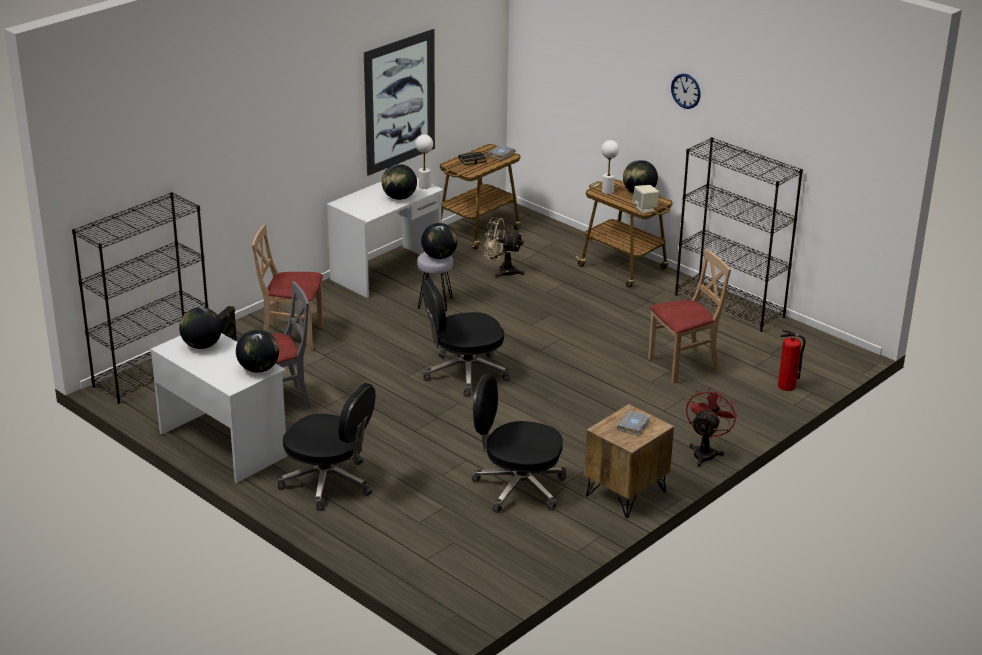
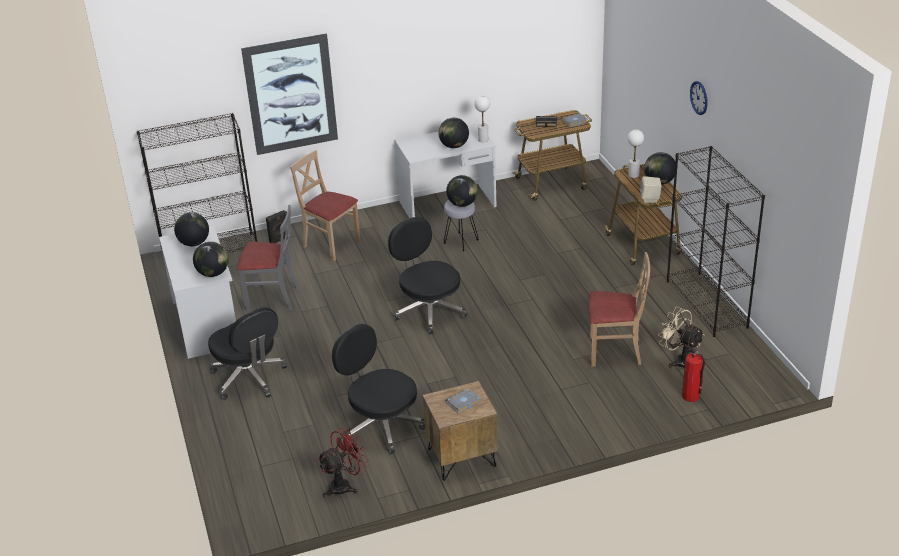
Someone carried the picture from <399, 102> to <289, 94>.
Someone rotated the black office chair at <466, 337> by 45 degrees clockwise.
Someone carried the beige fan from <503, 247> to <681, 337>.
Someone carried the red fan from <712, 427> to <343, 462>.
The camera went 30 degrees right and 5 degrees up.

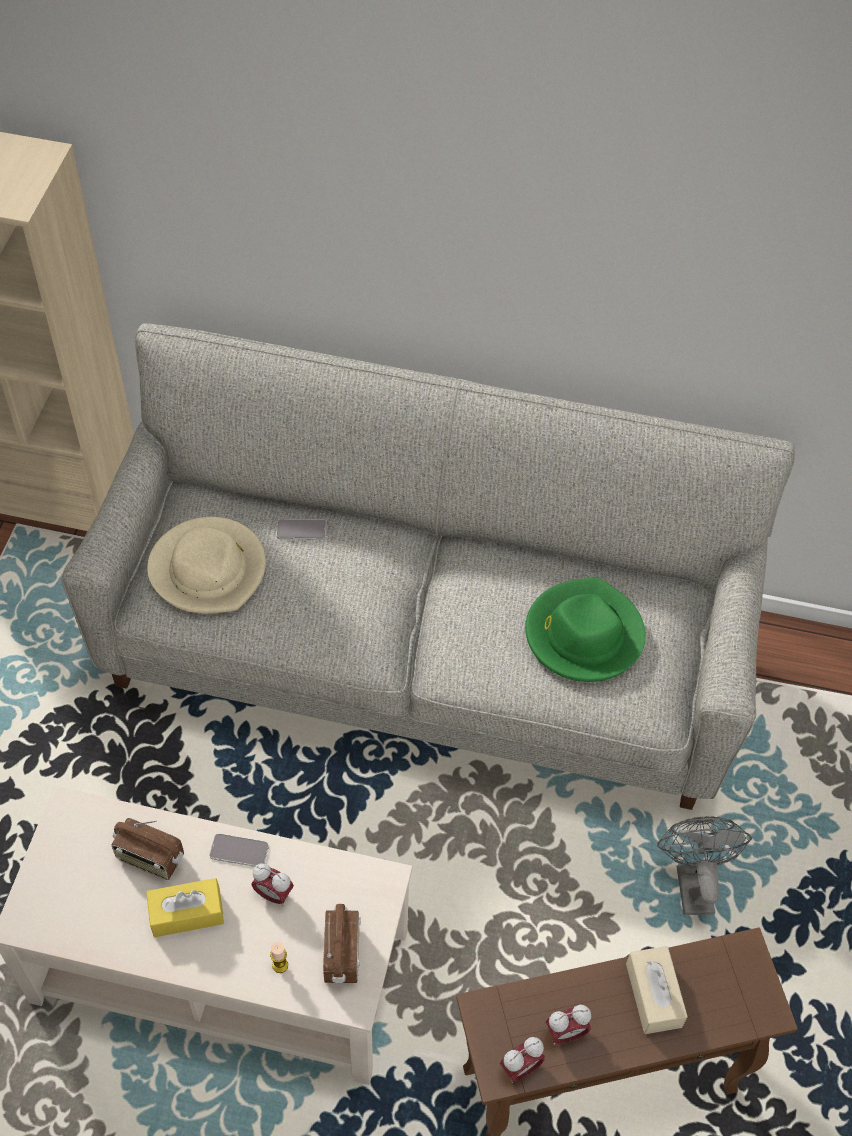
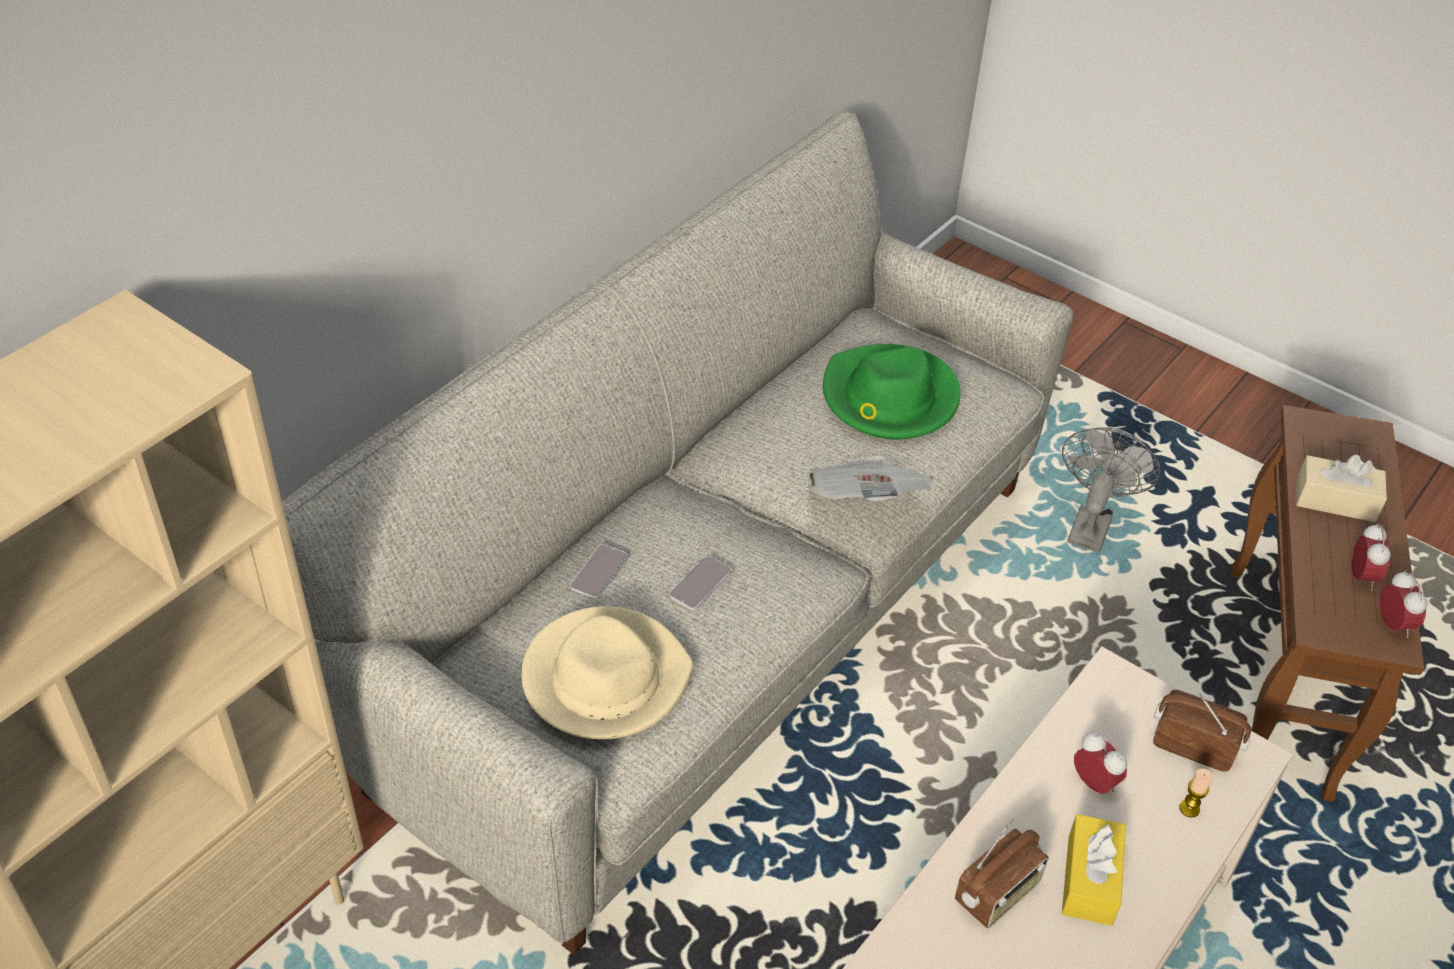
Someone carried the phone from <239, 850> to <700, 583>.
Someone rotated the alarm clock at <272, 884> by 90 degrees counterclockwise.
Someone rotated the grey fan at <704, 865> by 90 degrees clockwise.
Someone put down the newspaper at <870, 479>.
The camera went 65 degrees left and 10 degrees down.

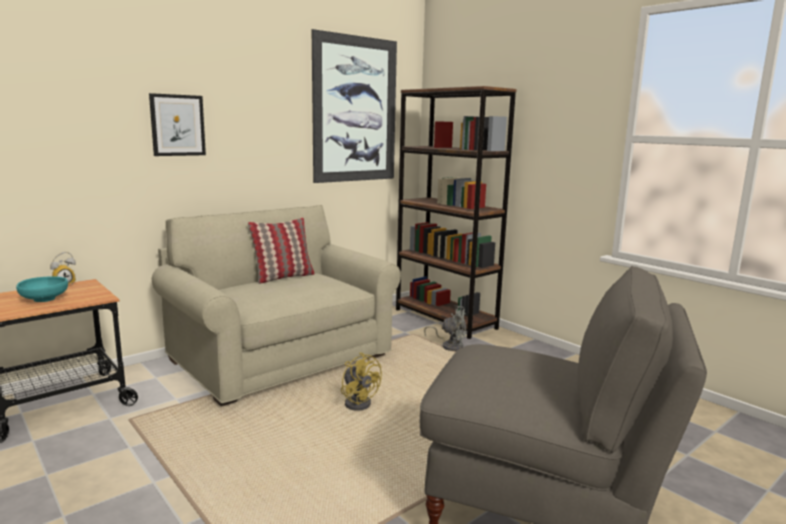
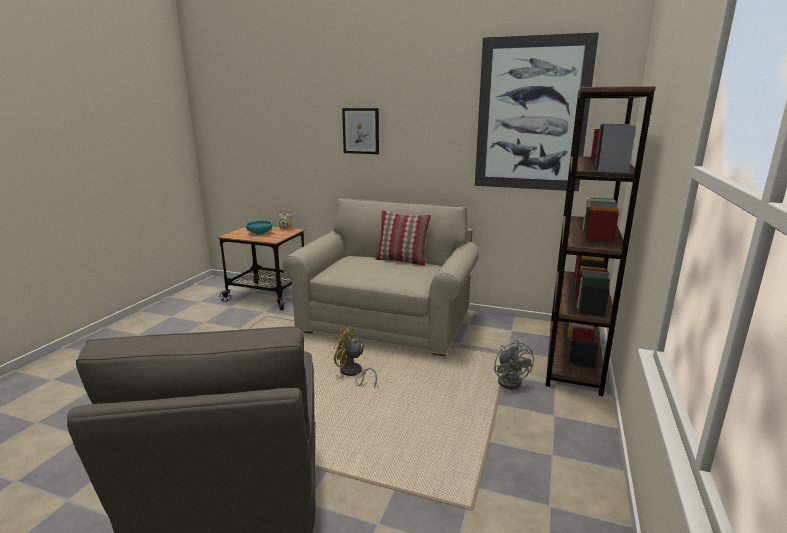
Someone rotated the yellow fan at <361, 381> by 90 degrees clockwise.
The camera went 60 degrees right and 5 degrees up.

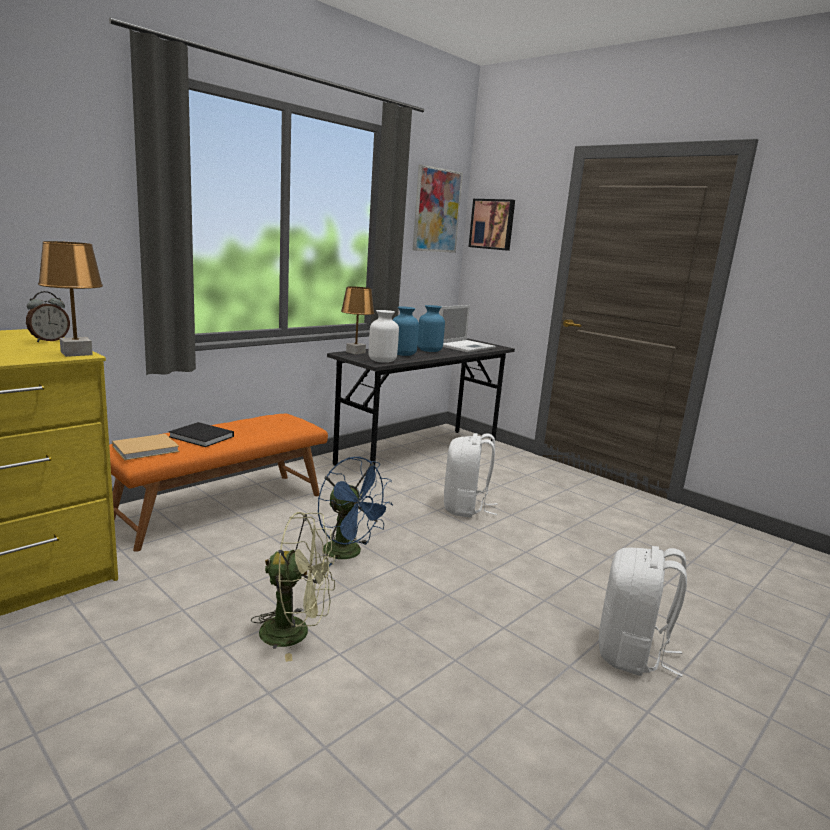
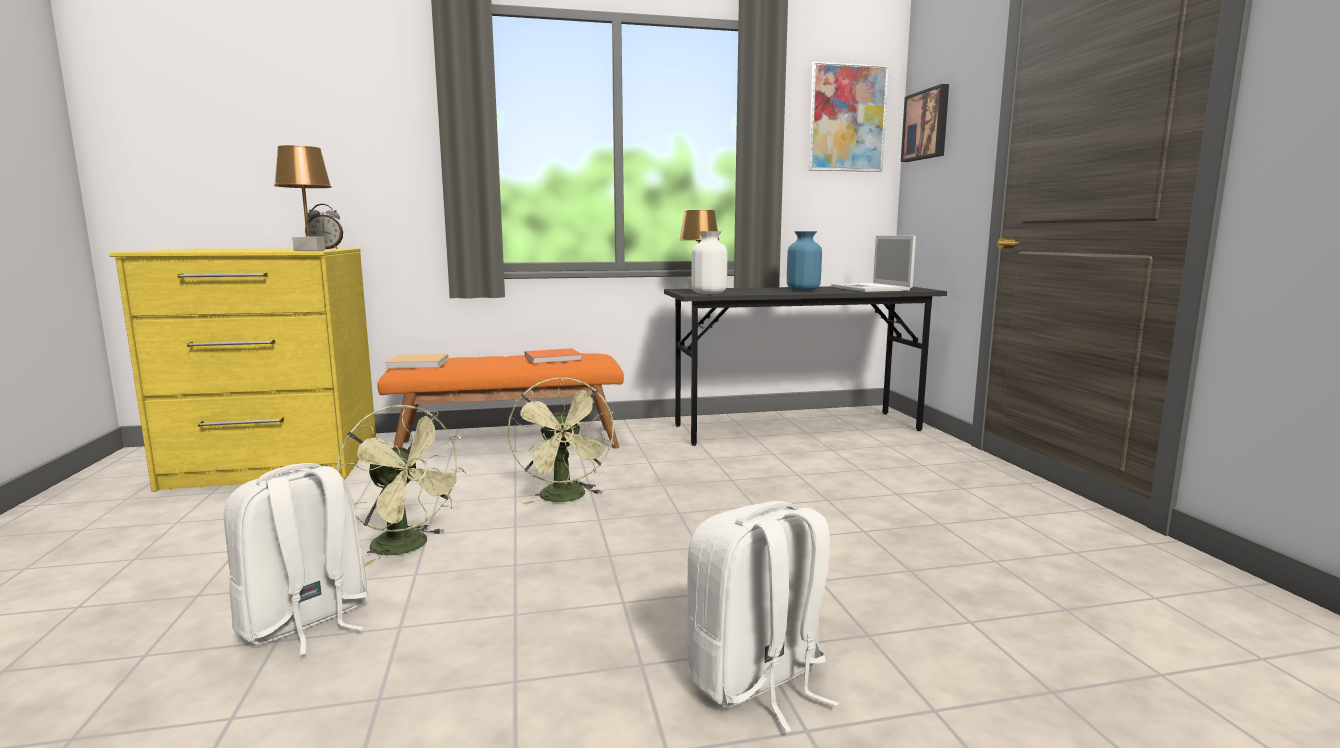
Someone took away the black book at <201, 434>.
Someone repainted the blue fan at <355, 512>, which became the green fan at <560, 441>.
Someone took away the blue vase at <406, 331>.
Someone rotated the laptop at <468, 328> by 90 degrees clockwise.
Someone carried the white backpack from <471, 475> to <296, 559>.
Someone put down the orange book at <553, 356>.
The camera went 35 degrees right and 5 degrees down.

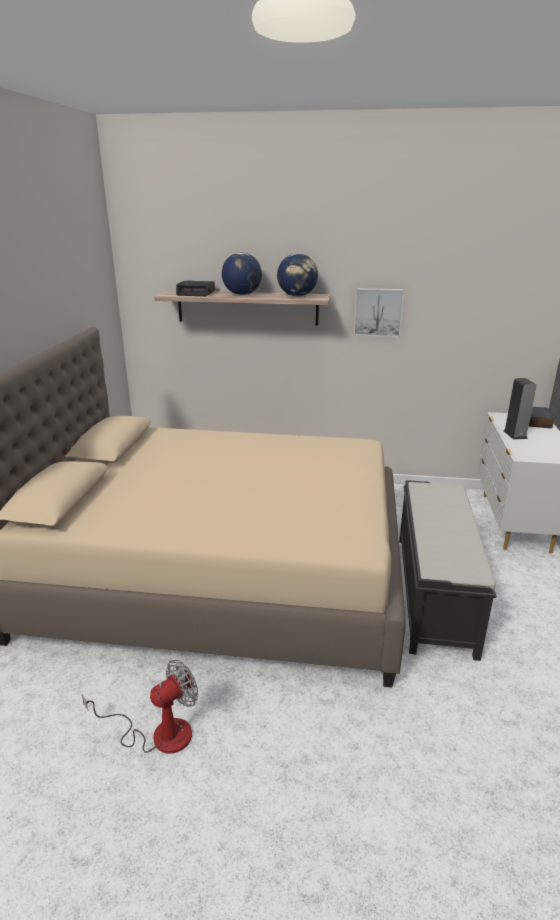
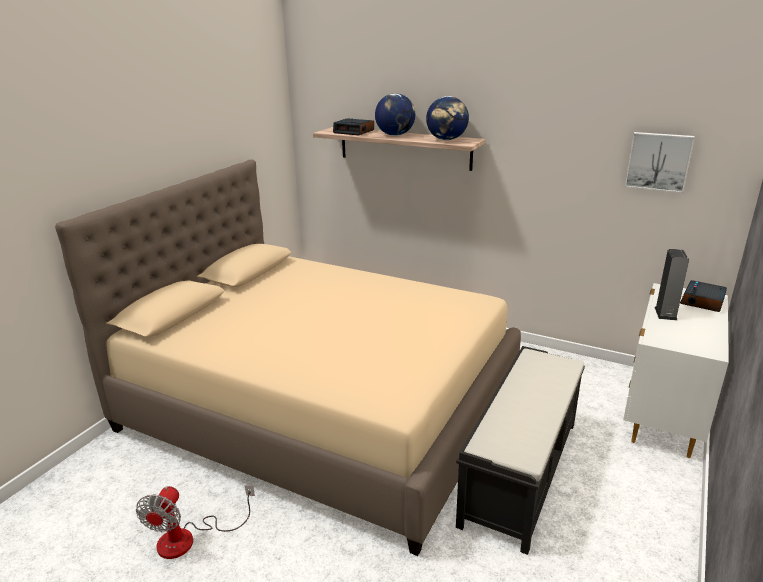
Someone rotated the fan at <140, 707> by 120 degrees clockwise.
Someone carried the picture from <379, 312> to <660, 162>.
The camera went 20 degrees right and 0 degrees up.

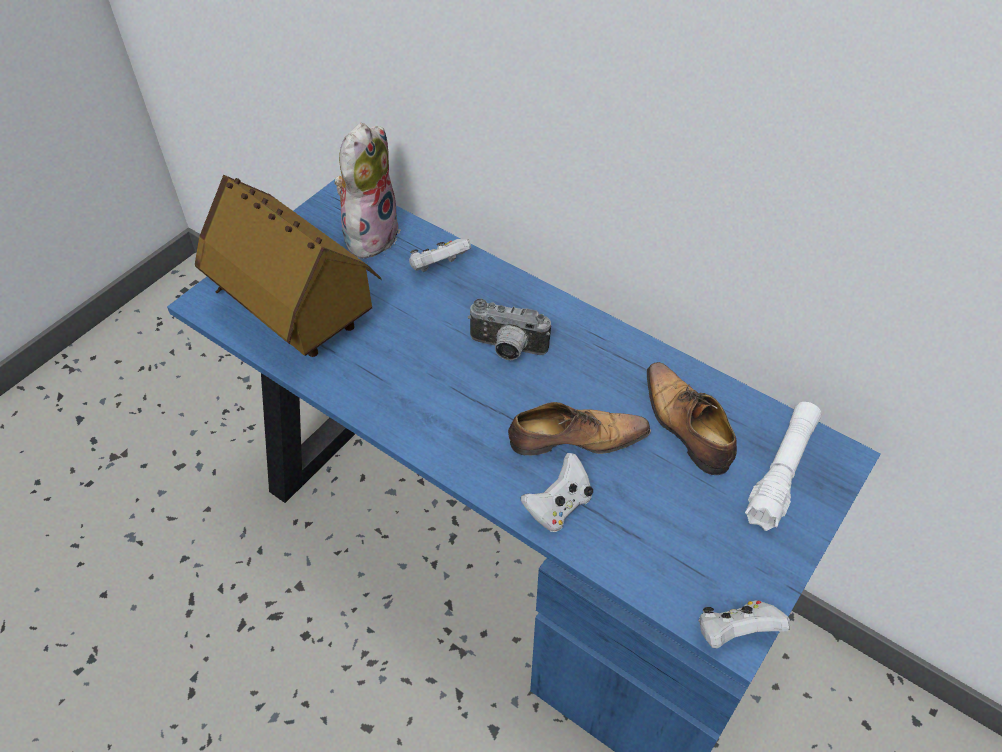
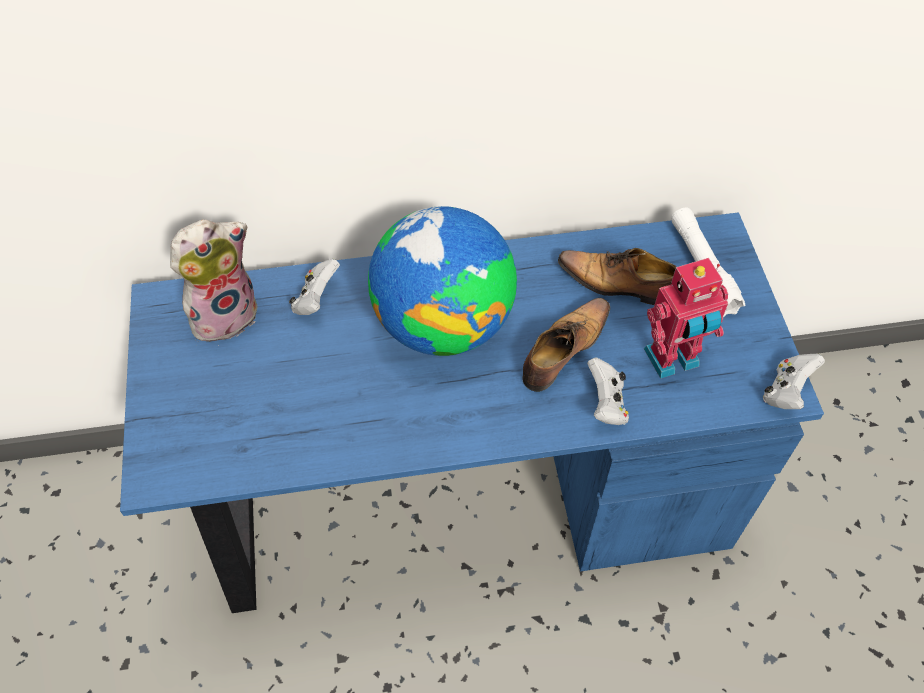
Someone took away the toy house at <288, 266>.
Someone rotated the plush toy at <367, 191> by 75 degrees clockwise.
Someone swapped the photo camera at <509, 329> for the globe at <442, 281>.
Someone put down the toy robot at <685, 318>.
The camera went 45 degrees left and 5 degrees up.

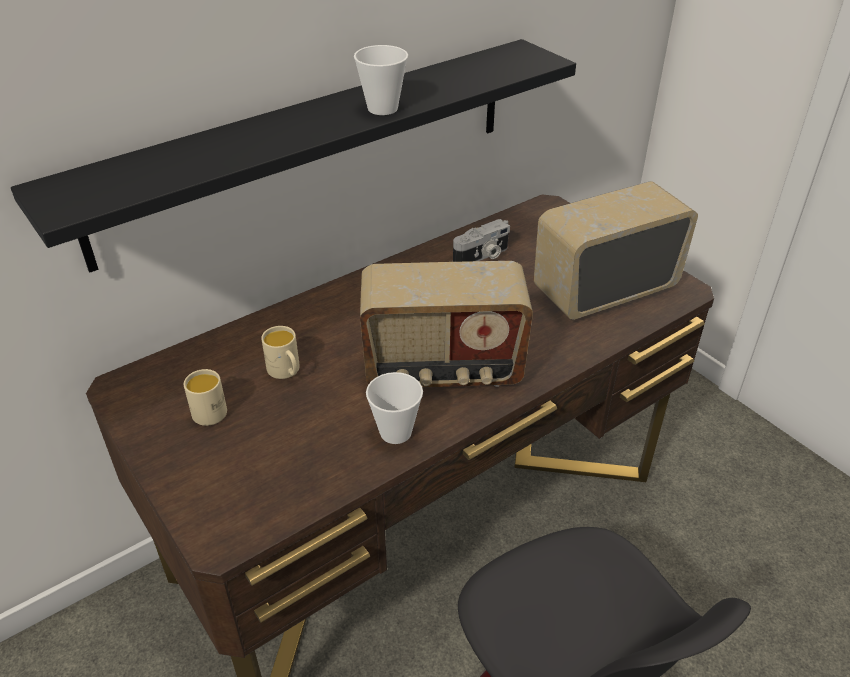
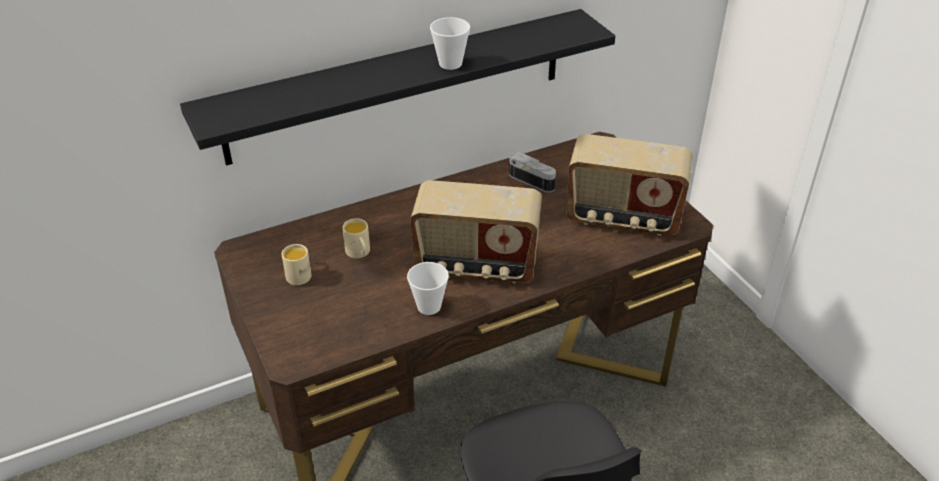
Someone rotated the photo camera at <481, 240> by 120 degrees counterclockwise.
Someone rotated the radio at <615, 250> by 150 degrees counterclockwise.
The camera went 10 degrees right and 0 degrees up.

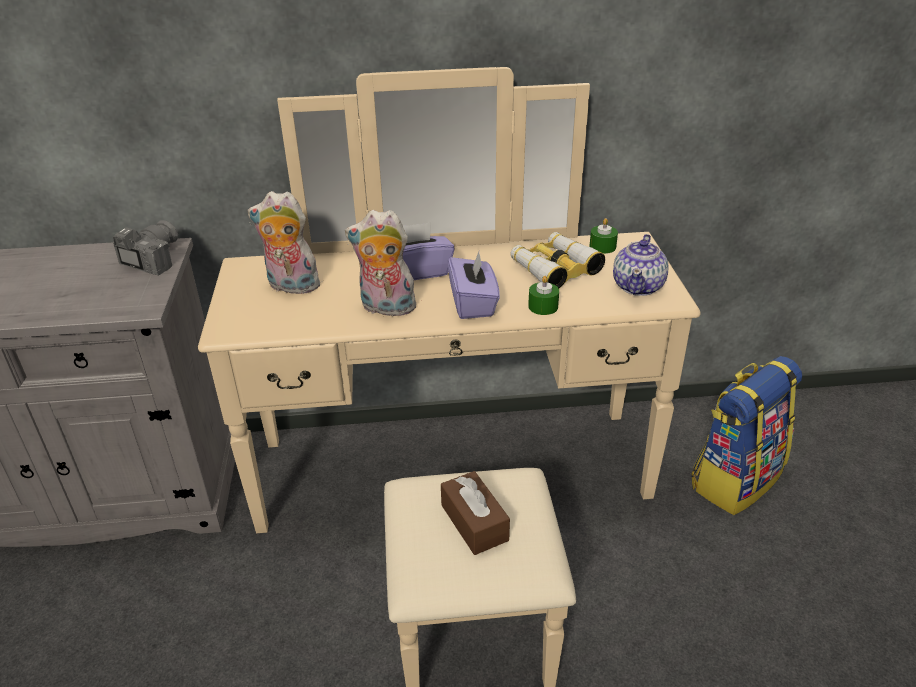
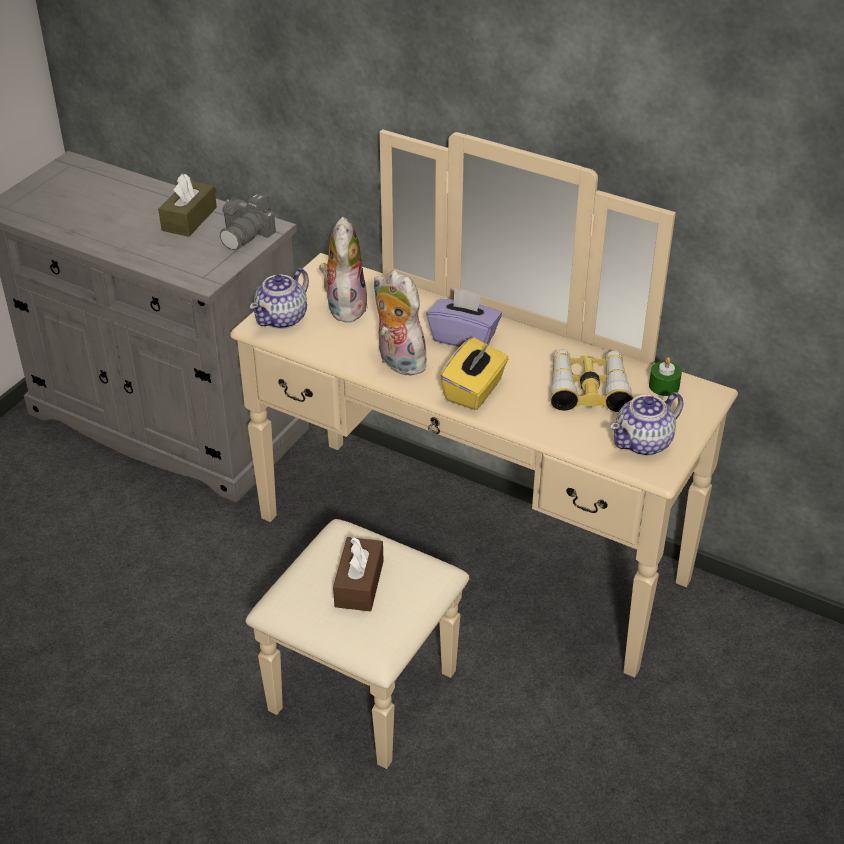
Someone rotated the photo camera at <145, 248> by 150 degrees clockwise.
Someone rotated the plush toy at <283, 244> by 45 degrees clockwise.
Someone repainted the purple tissue box at <474, 285>, which became the yellow tissue box at <474, 373>.
Someone took away the green candle at <543, 295>.
Someone took away the backpack at <746, 435>.
Someone put down the brown tissue box at <187, 205>.
Someone put down the teapot at <279, 298>.
The camera went 35 degrees right and 5 degrees up.

